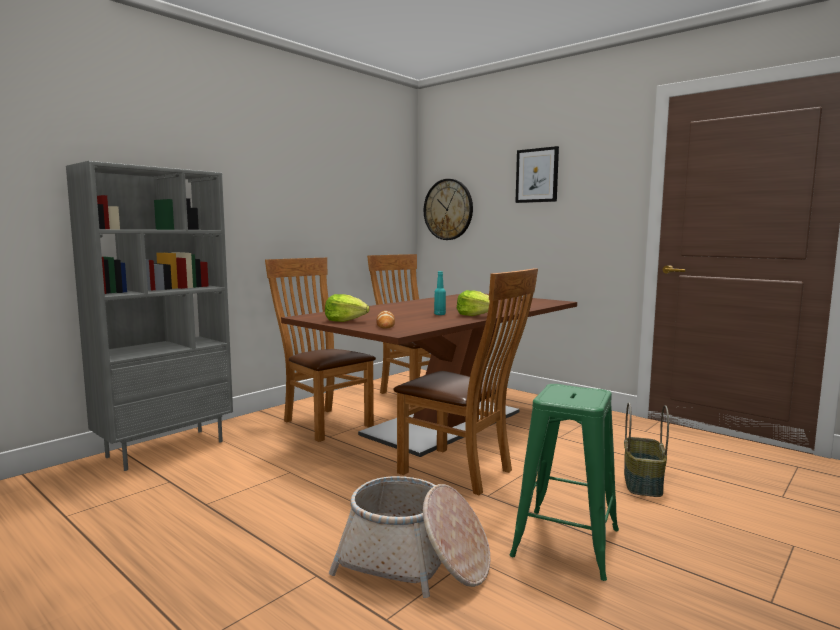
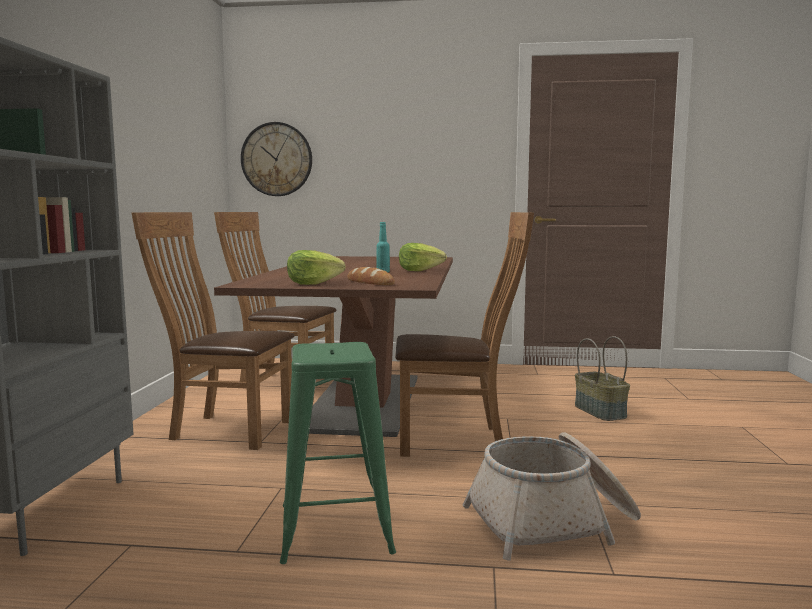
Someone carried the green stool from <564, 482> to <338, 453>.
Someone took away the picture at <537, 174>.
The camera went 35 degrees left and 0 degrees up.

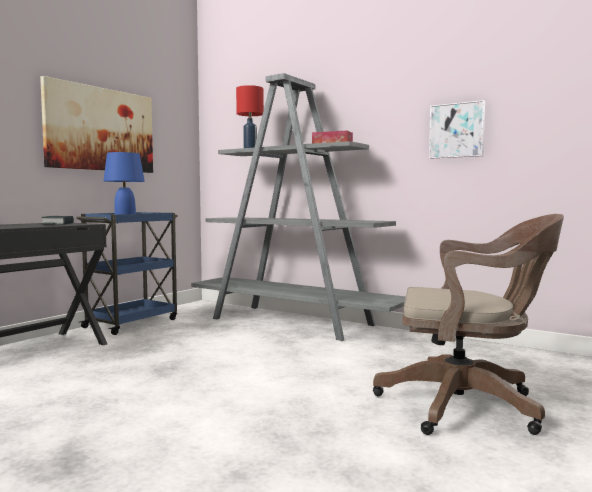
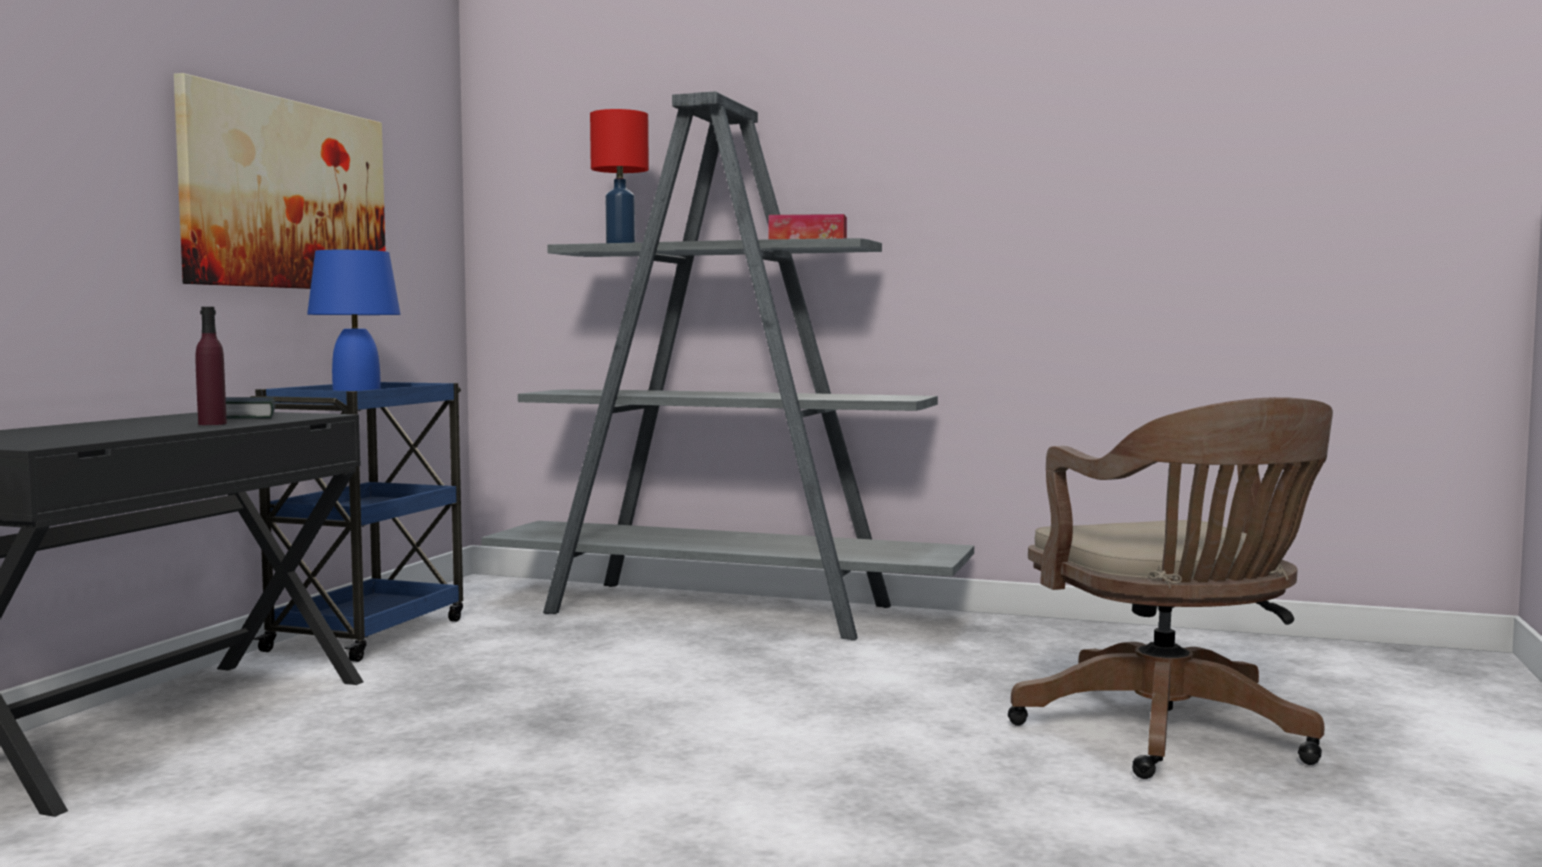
Someone rotated the brown office chair at <468, 324> by 75 degrees clockwise.
Someone took away the picture at <457, 129>.
Someone put down the purple bottle at <211, 366>.
The camera went 15 degrees left and 0 degrees up.

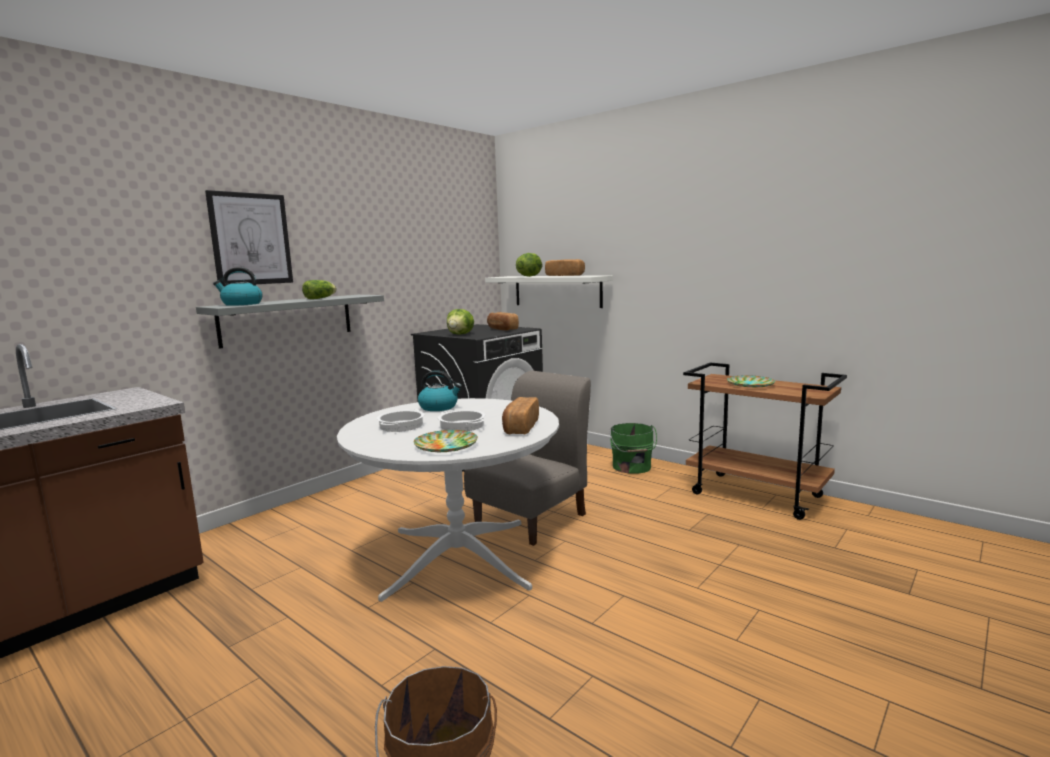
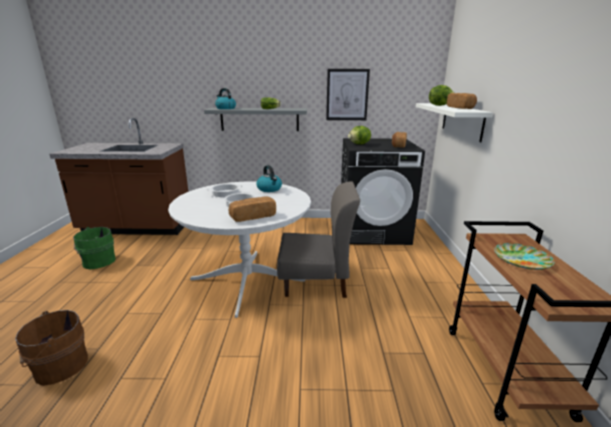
Someone carried the picture from <249, 238> to <348, 94>.
Someone took away the plate at <446, 441>.
Someone carried the green bucket from <633, 448> to <94, 248>.
The camera went 50 degrees right and 10 degrees up.

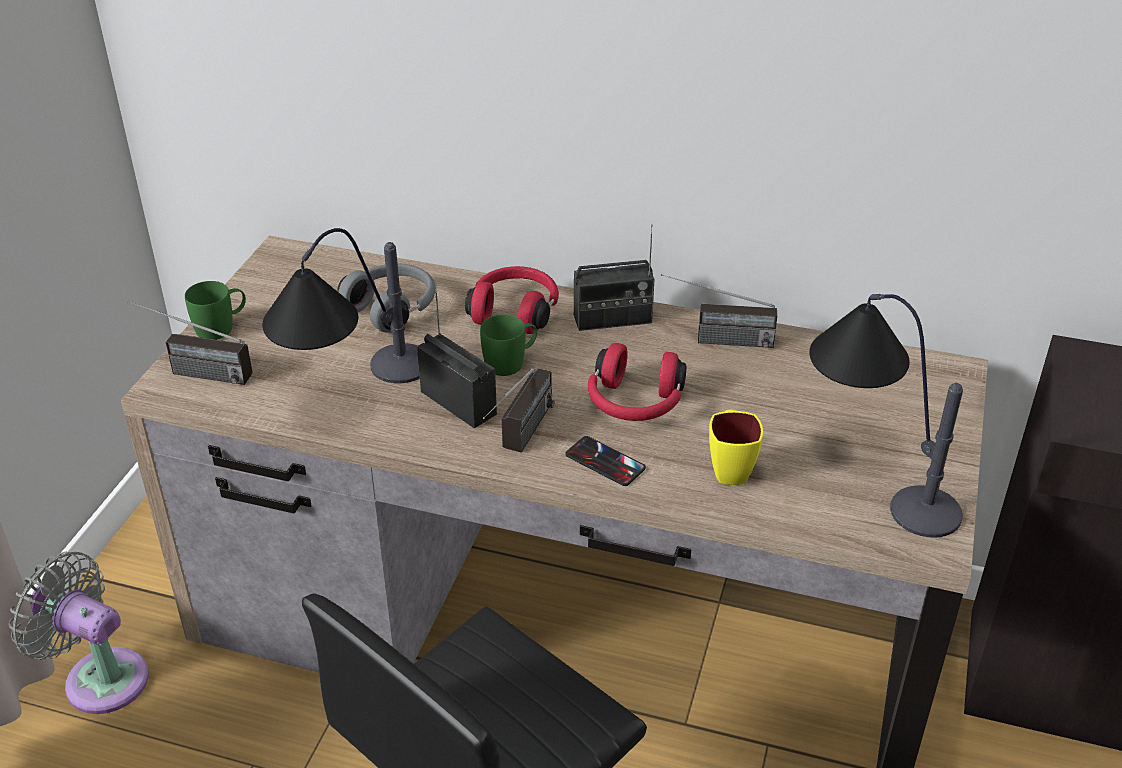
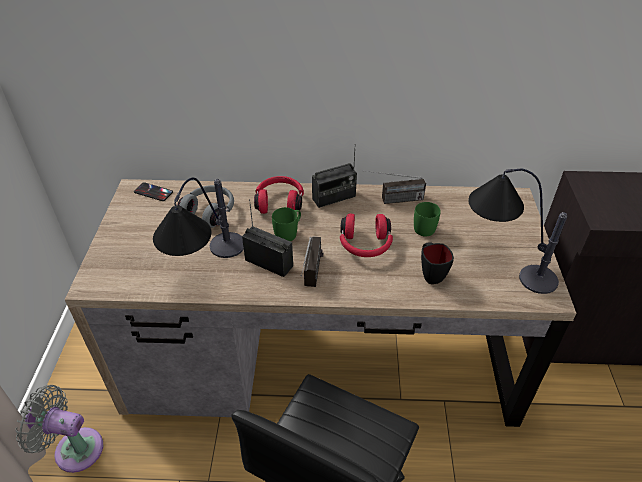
Someone took away the radio at <190, 343>.
Someone carried the green mug from <215, 310> to <427, 219>.
Someone carried the phone from <605, 461> to <153, 191>.
Someone repainted the yellow mug at <736, 447>, which became the black mug at <437, 263>.
The camera went 15 degrees left and 5 degrees up.

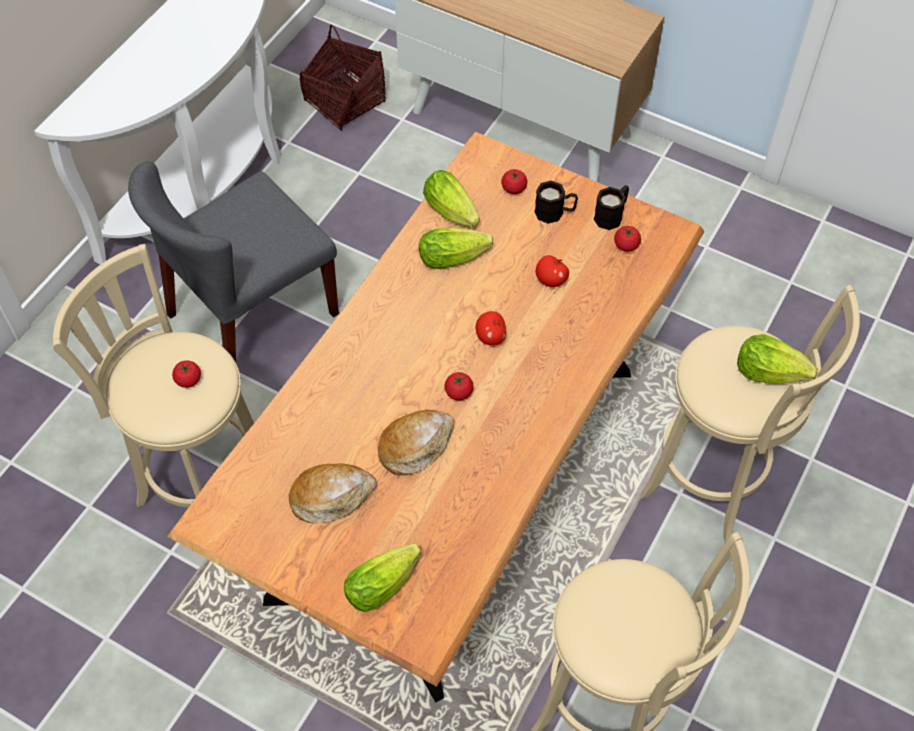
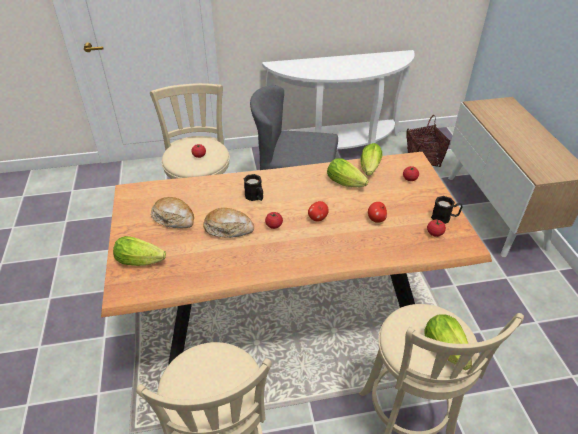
Someone carried the black mug from <556, 202> to <253, 187>.
The camera went 50 degrees right and 15 degrees down.

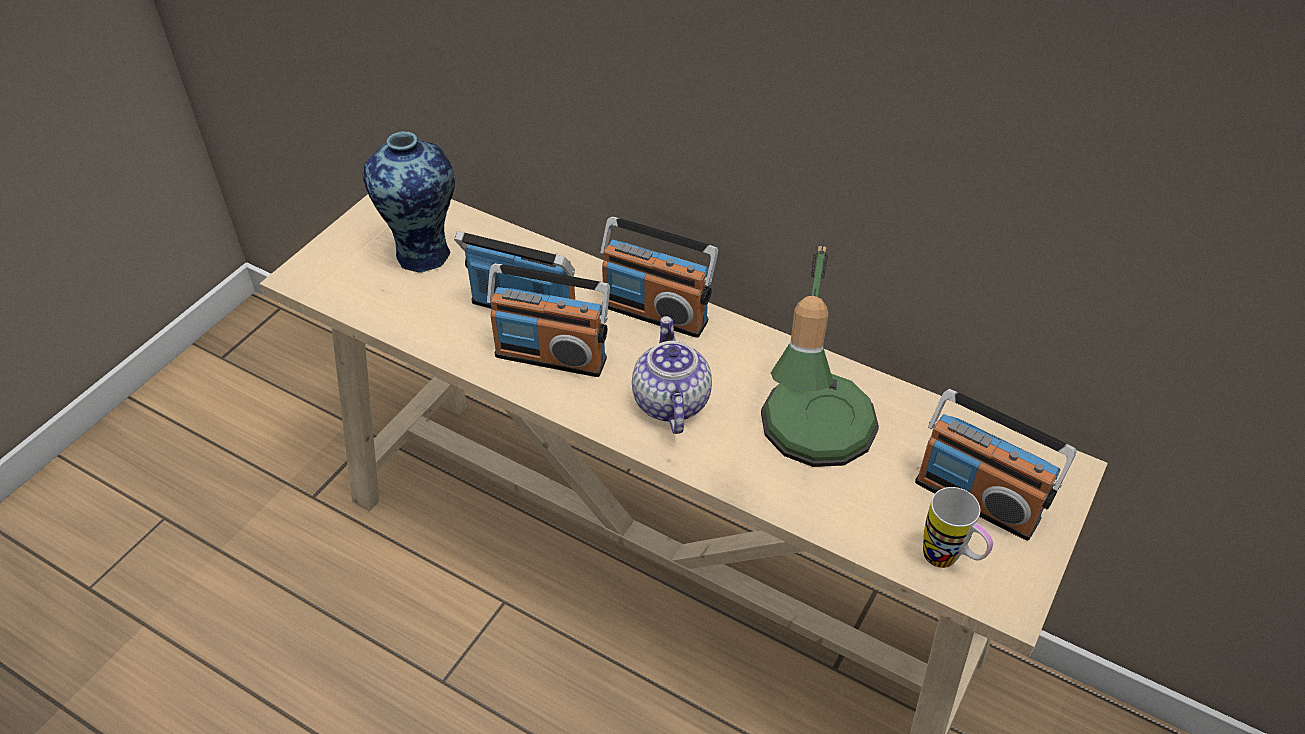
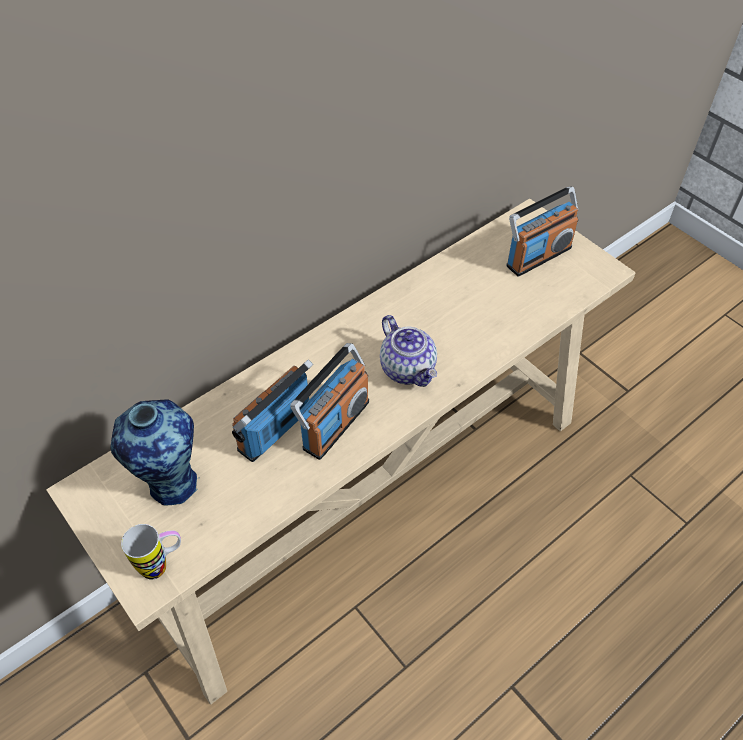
Someone took away the radio at <659, 277>.
Someone rotated the teapot at <672, 375> by 135 degrees counterclockwise.
Someone took away the table lamp at <820, 353>.
Someone carried the mug from <958, 527> to <151, 552>.
The camera went 70 degrees left and 5 degrees up.

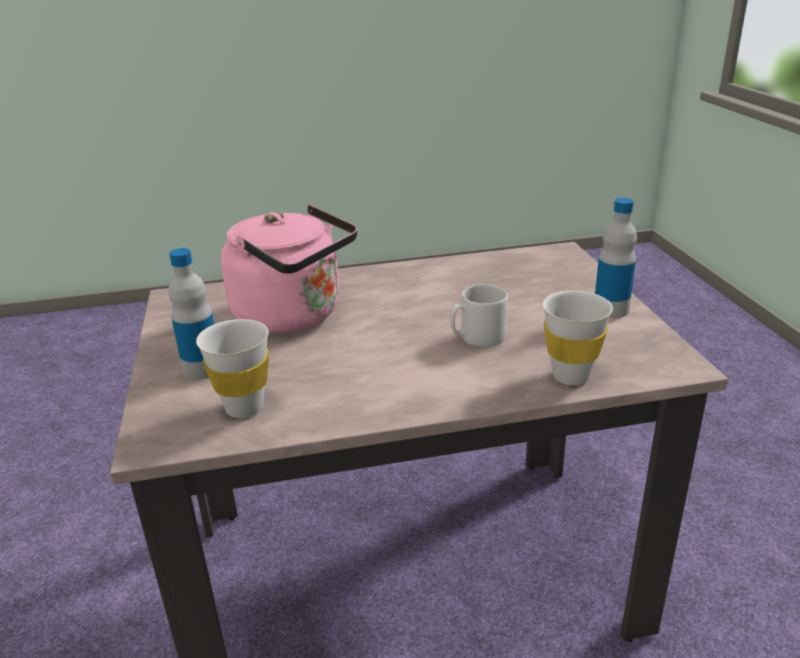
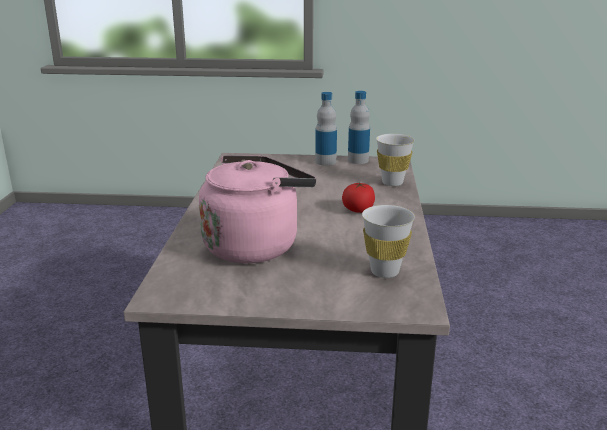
Someone carried the bottle from <191, 314> to <359, 127>.
Someone took away the grey mug at <479, 315>.
Someone put down the tomato at <358, 197>.
The camera went 75 degrees left and 5 degrees down.

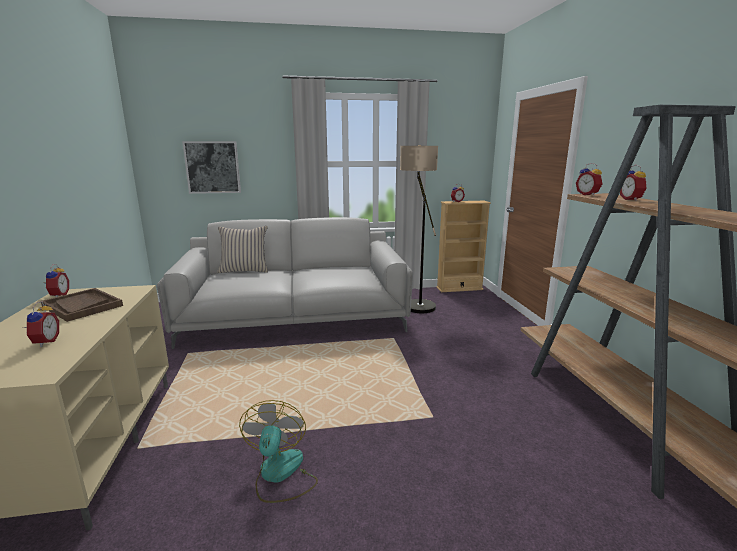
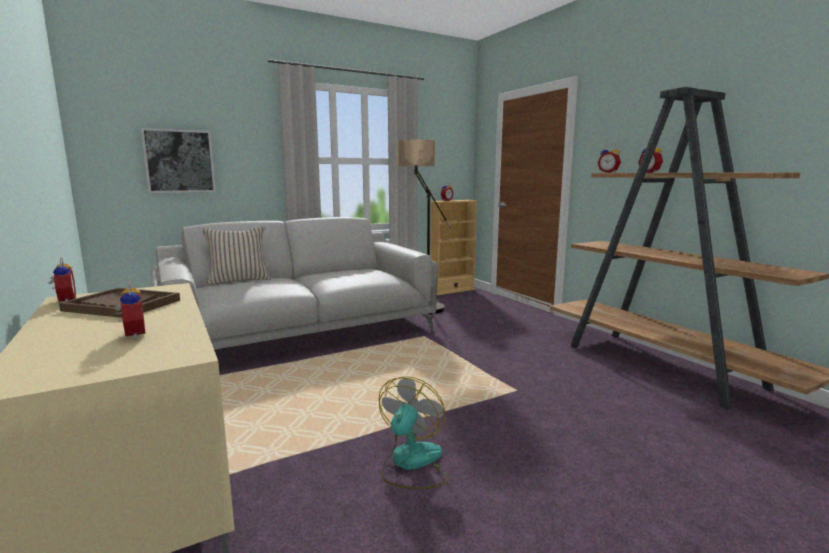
Someone rotated the fan at <278, 451> by 45 degrees clockwise.
The camera went 20 degrees left and 5 degrees down.

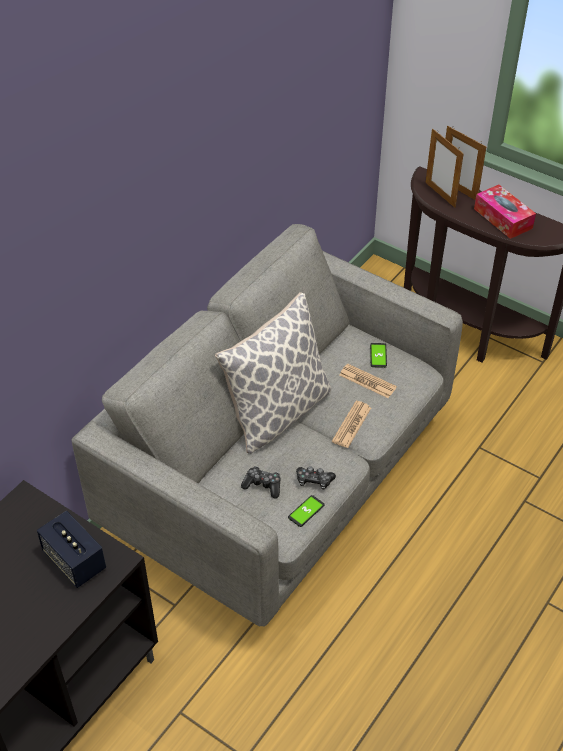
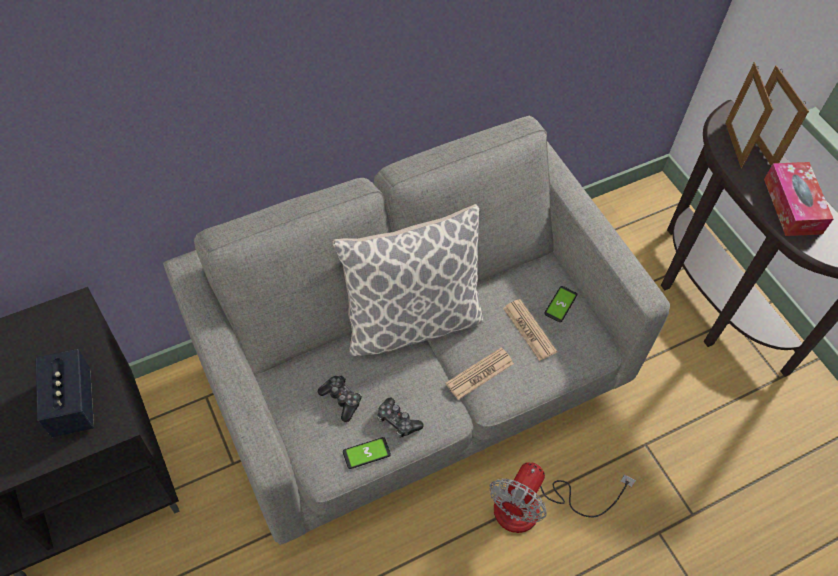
Someone put down the fan at <562, 497>.
The camera went 25 degrees right and 10 degrees up.

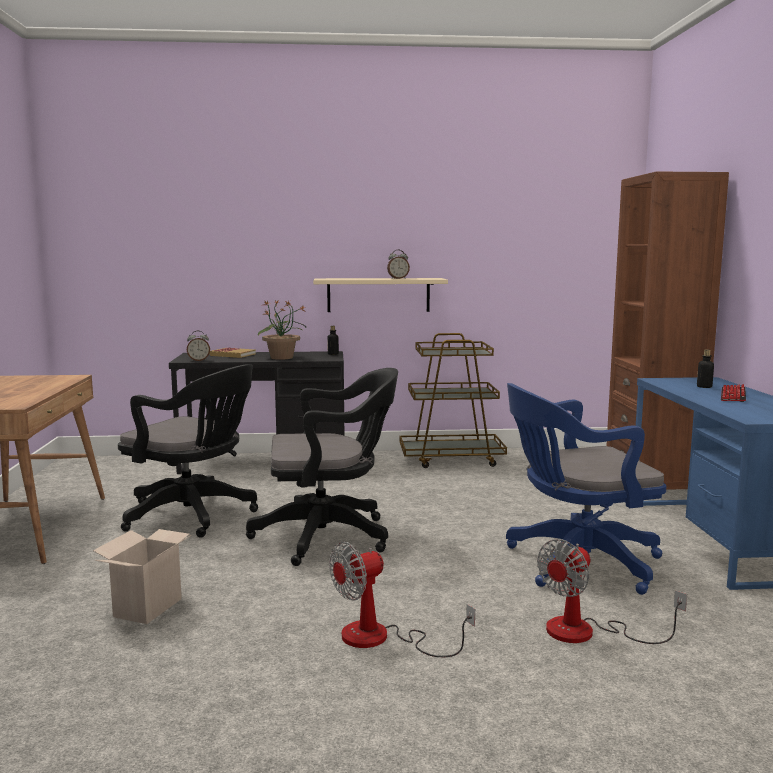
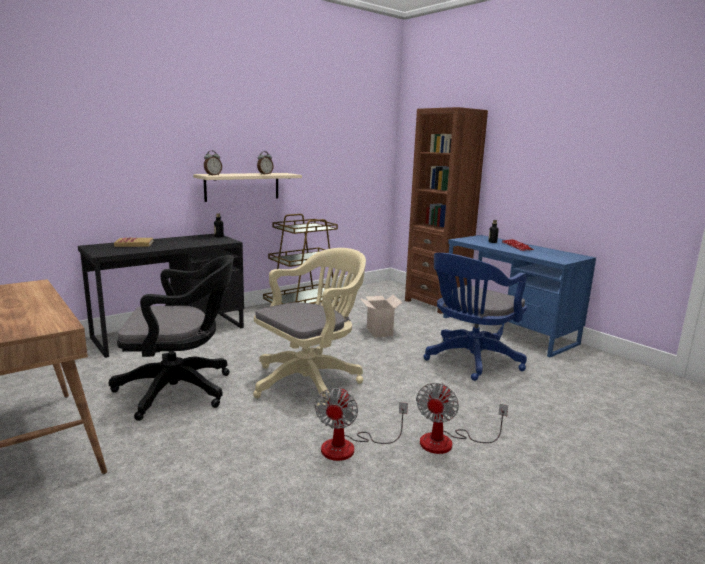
Someone carried the cardboard box from <142, 576> to <381, 316>.
Someone carried the alarm clock from <198, 346> to <213, 163>.
Someone repainted the black office chair at <322, 467>, which became the beige office chair at <309, 327>.
Someone took away the potted plant at <282, 330>.
Someone carried the fan from <612, 591> to <361, 424>.
The camera went 35 degrees left and 5 degrees up.

